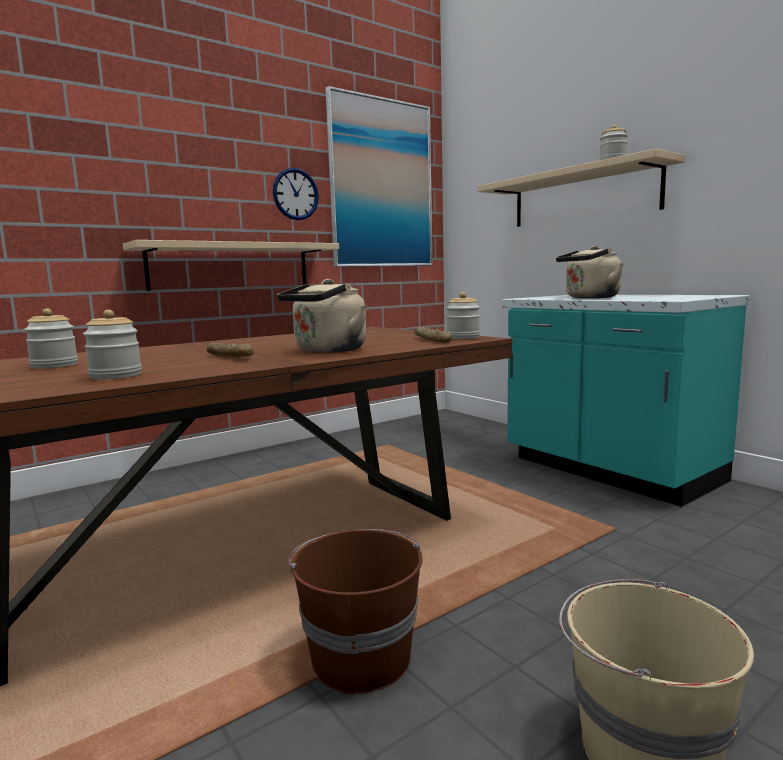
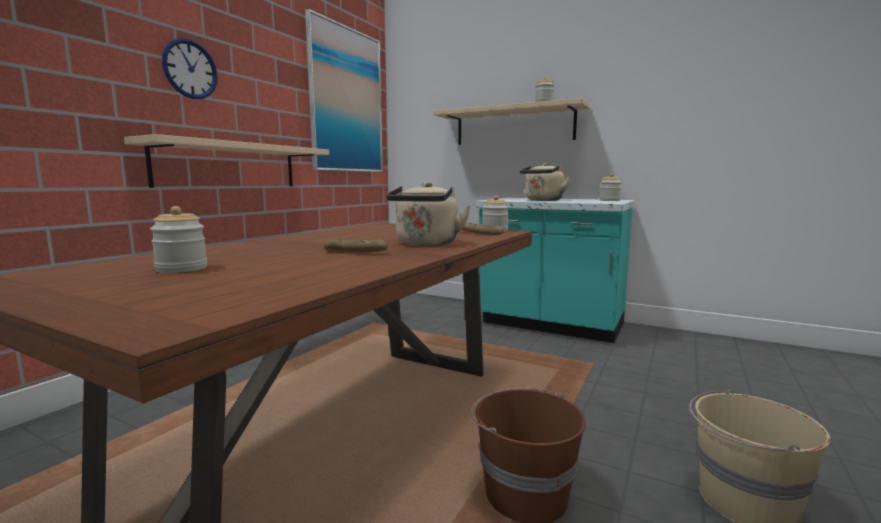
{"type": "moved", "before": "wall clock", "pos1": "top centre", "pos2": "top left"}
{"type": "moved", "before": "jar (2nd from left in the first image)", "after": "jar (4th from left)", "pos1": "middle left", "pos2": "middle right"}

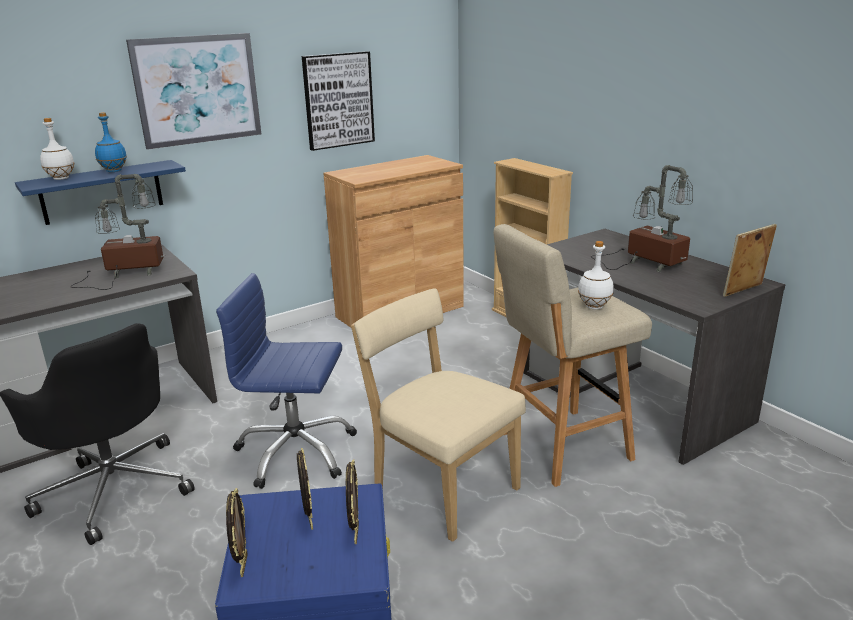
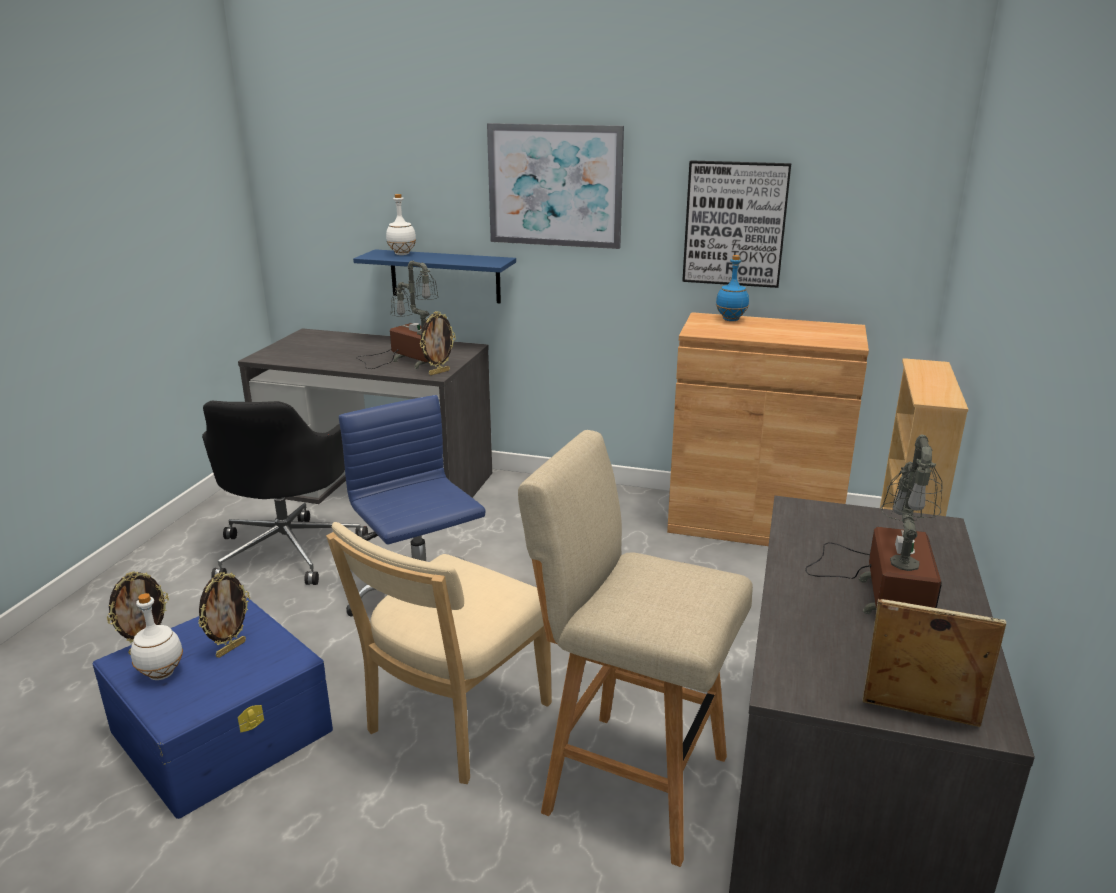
{"type": "moved", "before": "white bottle (2nd from left in the first image)", "after": "white bottle (1st from left)", "pos1": "middle right", "pos2": "bottom left"}
{"type": "turned", "before": "beige chair", "pos1": "bottom centre", "pos2": "bottom centre", "turn": -150}
{"type": "moved", "before": "picture frame (3rd from left)", "pos1": "bottom centre", "pos2": "centre"}
{"type": "moved", "before": "blue bottle", "pos1": "top left", "pos2": "top centre"}

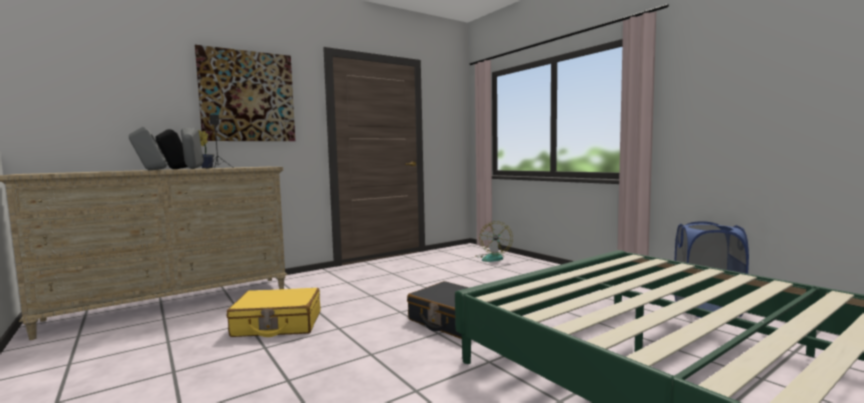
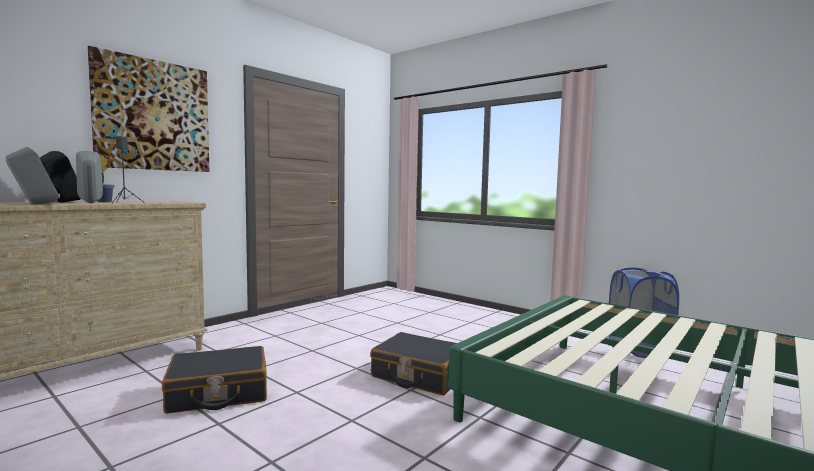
{"type": "recoloured", "before": "yellow suitcase", "after": "black suitcase (1st from left)", "pos1": "bottom left", "pos2": "bottom left"}
{"type": "removed", "before": "fan", "pos1": "centre"}

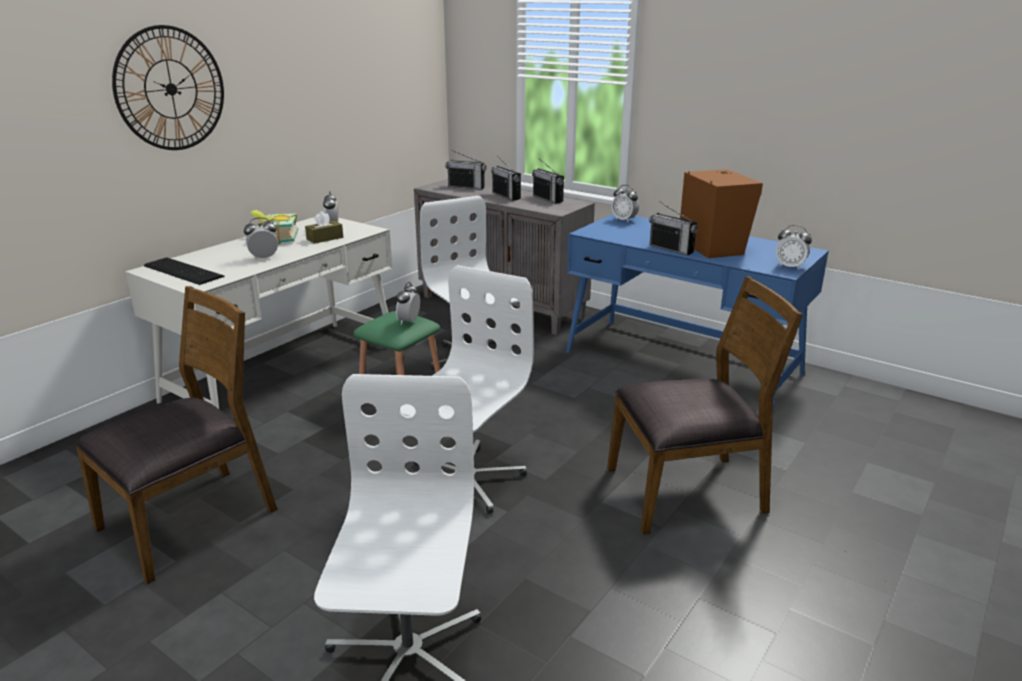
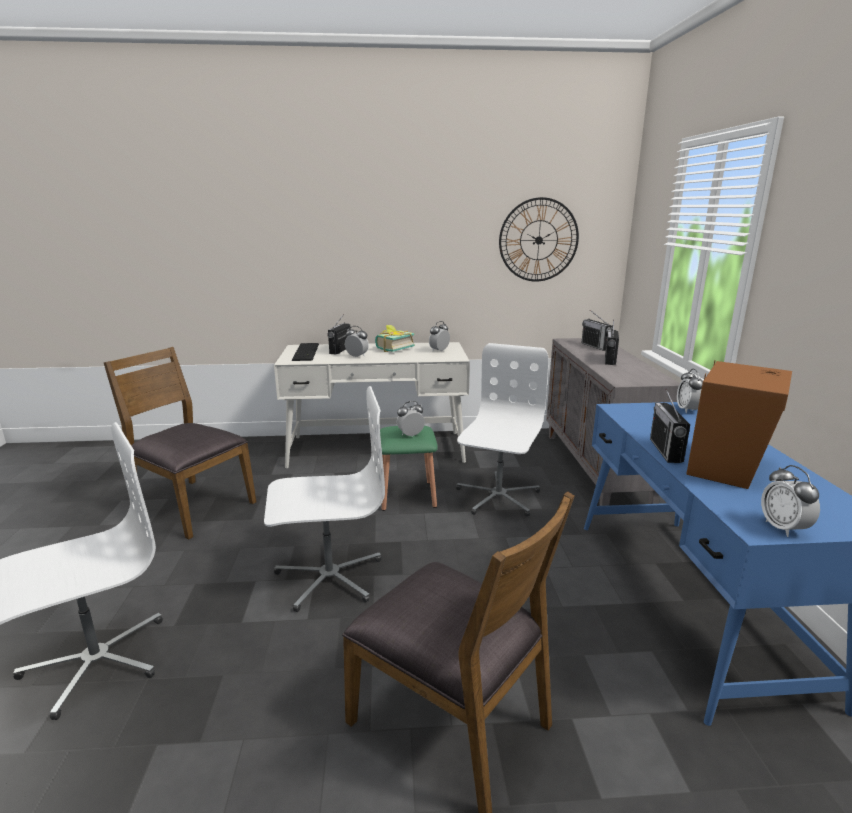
{"type": "turned", "before": "brown chair (1st from left)", "pos1": "middle left", "pos2": "middle left", "turn": -150}
{"type": "moved", "before": "radio (3rd from left in the first image)", "after": "radio (1st from left)", "pos1": "top centre", "pos2": "centre"}
{"type": "moved", "before": "wall clock", "pos1": "top left", "pos2": "top centre"}
{"type": "removed", "before": "brown tissue box", "pos1": "middle left"}

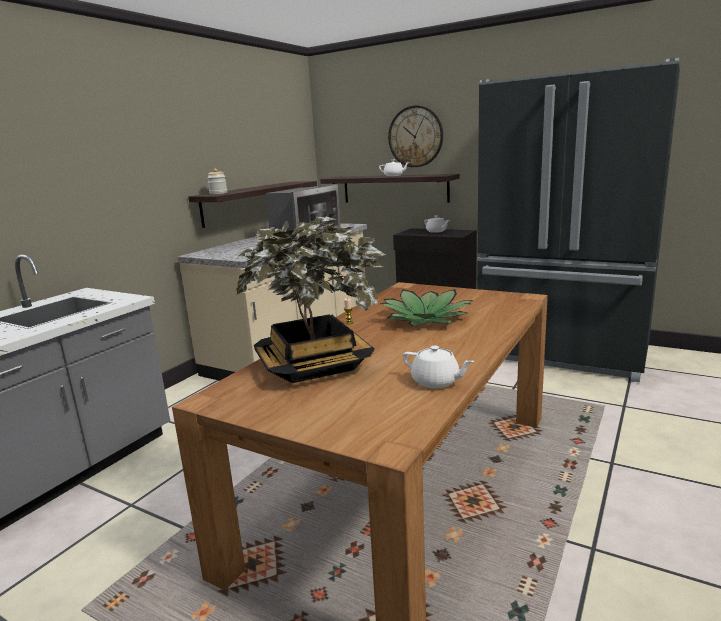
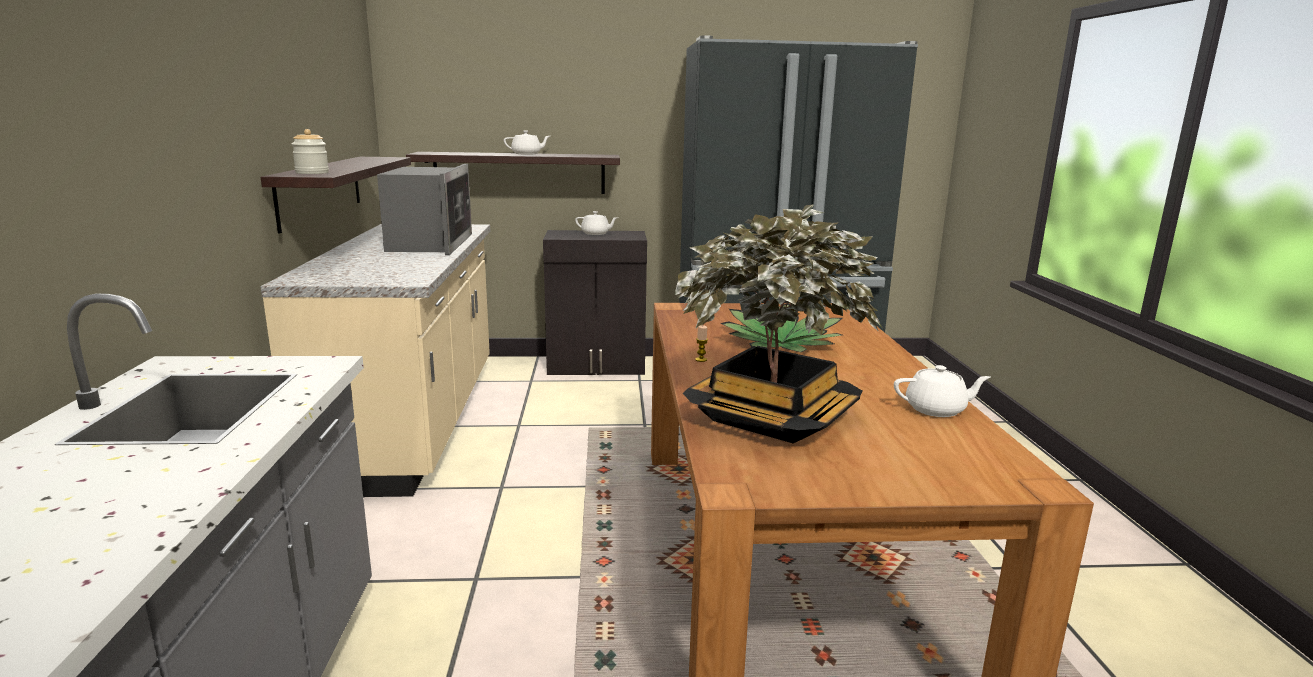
{"type": "removed", "before": "wall clock", "pos1": "top centre"}

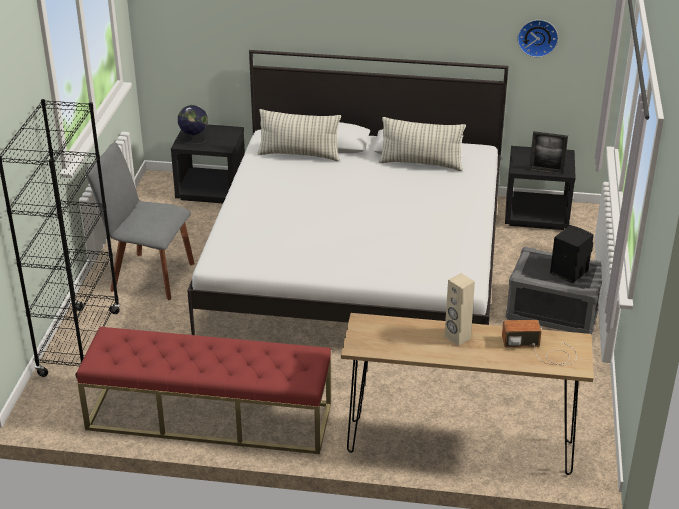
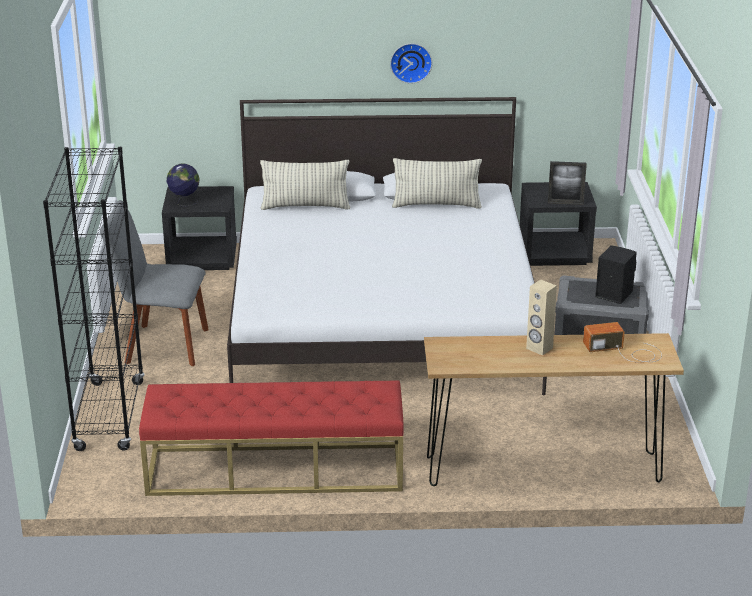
{"type": "moved", "before": "wall clock", "pos1": "top right", "pos2": "top centre"}

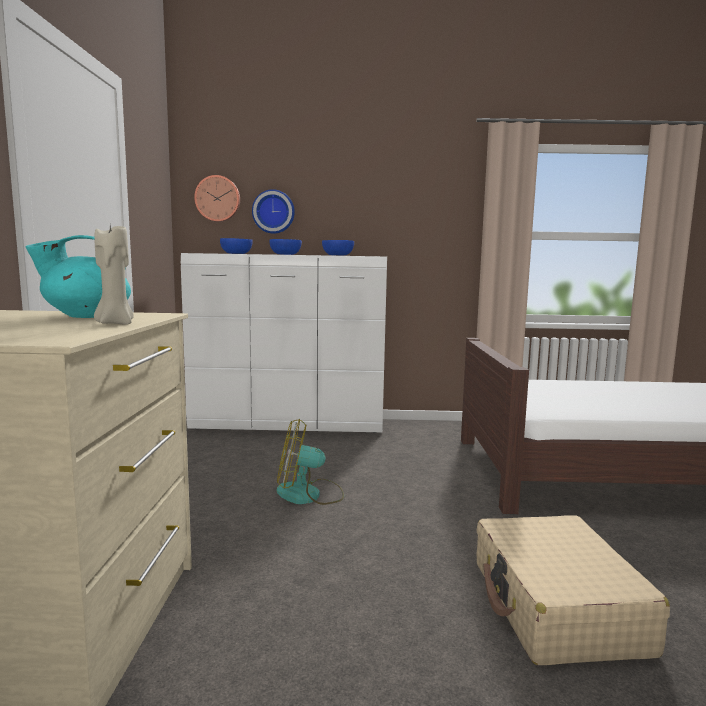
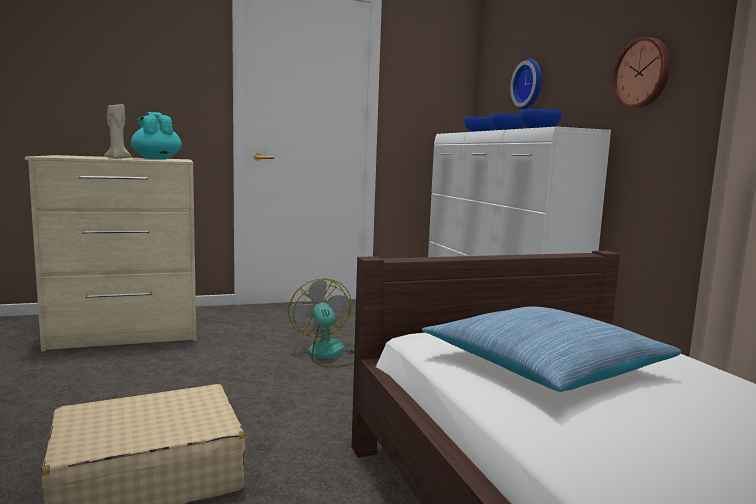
{"type": "added", "after": "pillow", "pos2": "bottom right"}
{"type": "moved", "before": "wall clock (1st from left in the first image)", "after": "wall clock (2nd from left)", "pos1": "top left", "pos2": "top right"}

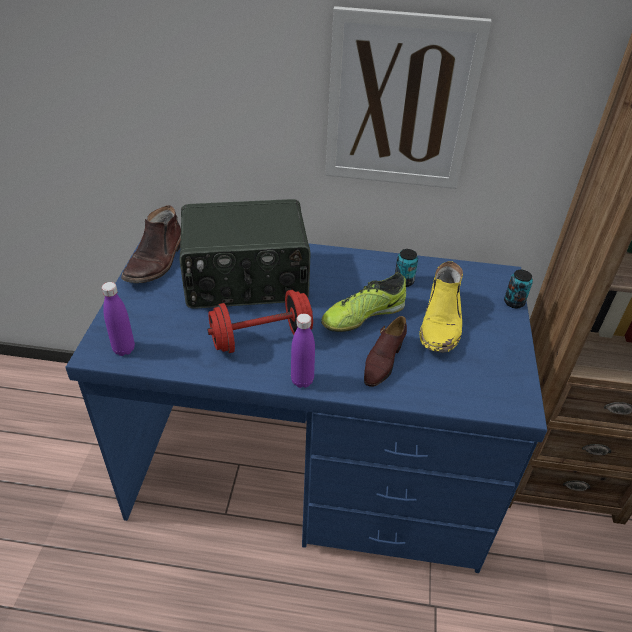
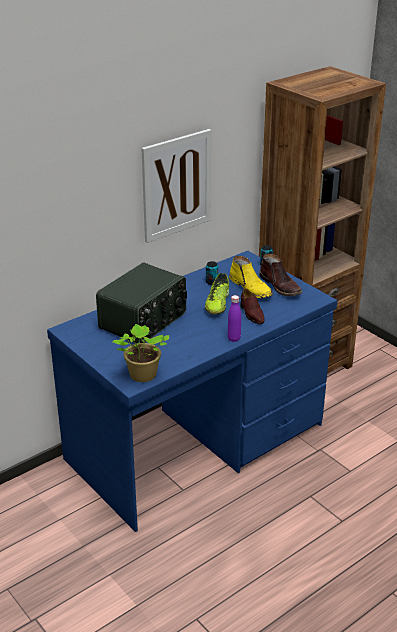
{"type": "replaced", "before": "purple bottle (1st from left)", "after": "potted plant", "pos1": "middle left", "pos2": "centre"}
{"type": "moved", "before": "brown boot", "pos1": "middle left", "pos2": "middle right"}
{"type": "removed", "before": "red dumbbell", "pos1": "centre"}

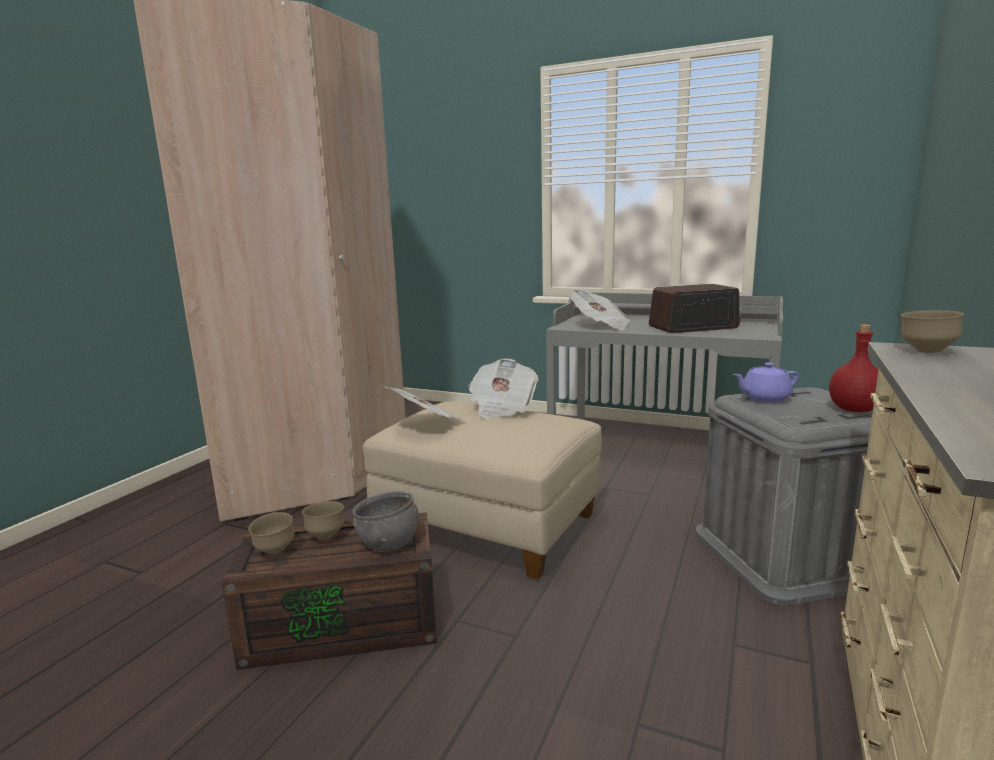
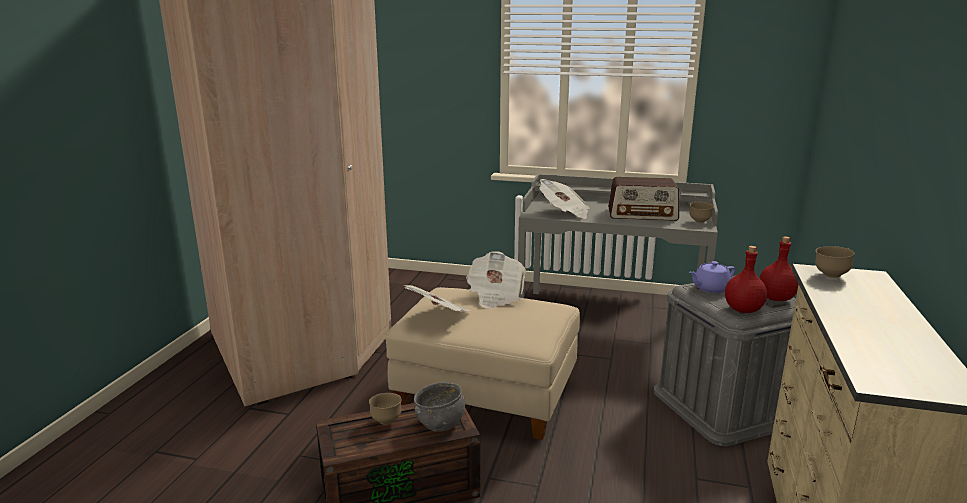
{"type": "turned", "before": "radio", "pos1": "middle right", "pos2": "centre", "turn": -150}
{"type": "moved", "before": "brown bowl (1st from left in the first image)", "after": "brown bowl (2nd from left)", "pos1": "bottom left", "pos2": "middle right"}
{"type": "added", "after": "red bottle (1st from left)", "pos2": "middle right"}

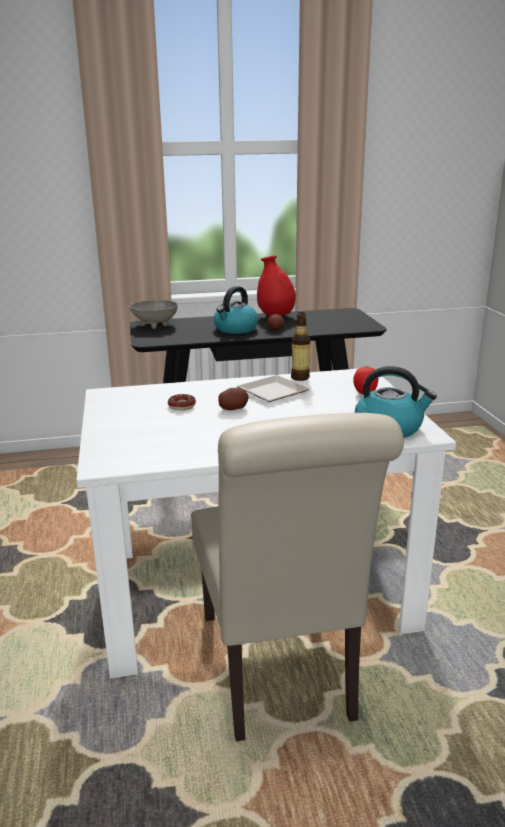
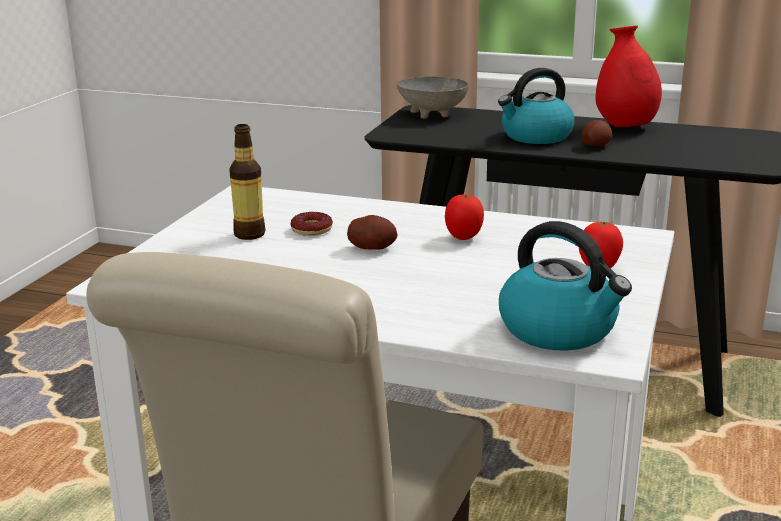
{"type": "moved", "before": "bottle", "pos1": "centre", "pos2": "middle left"}
{"type": "replaced", "before": "plate", "after": "tomato (1st from left)", "pos1": "centre", "pos2": "centre"}

